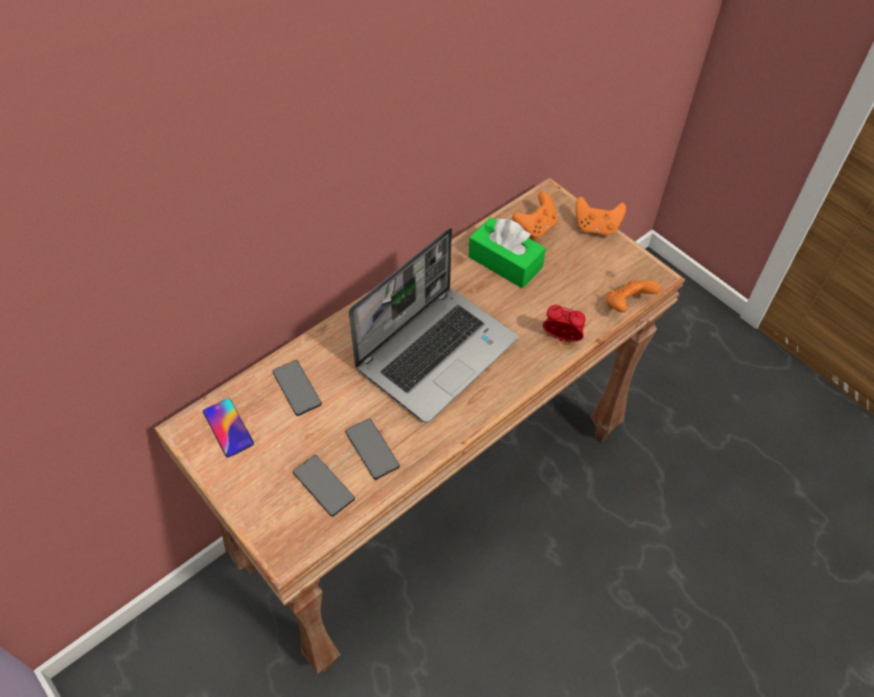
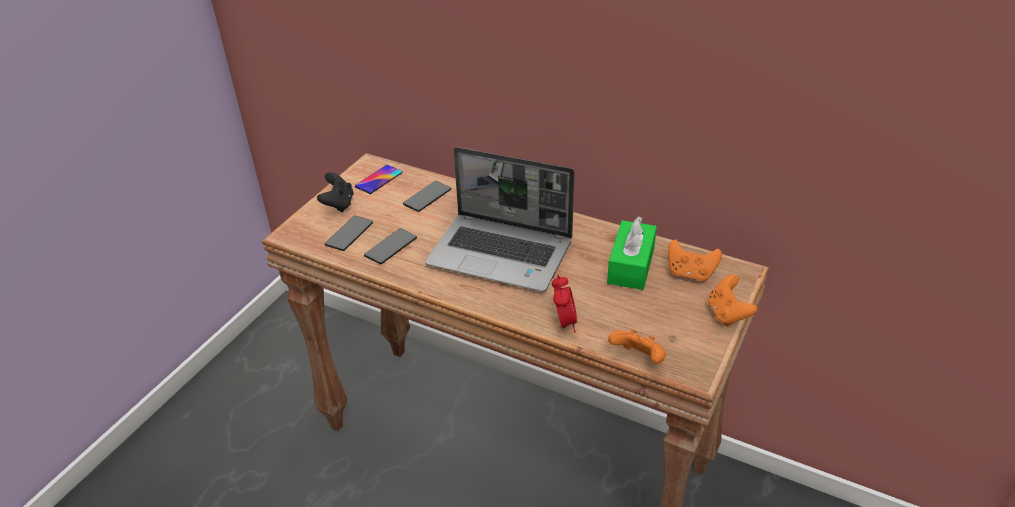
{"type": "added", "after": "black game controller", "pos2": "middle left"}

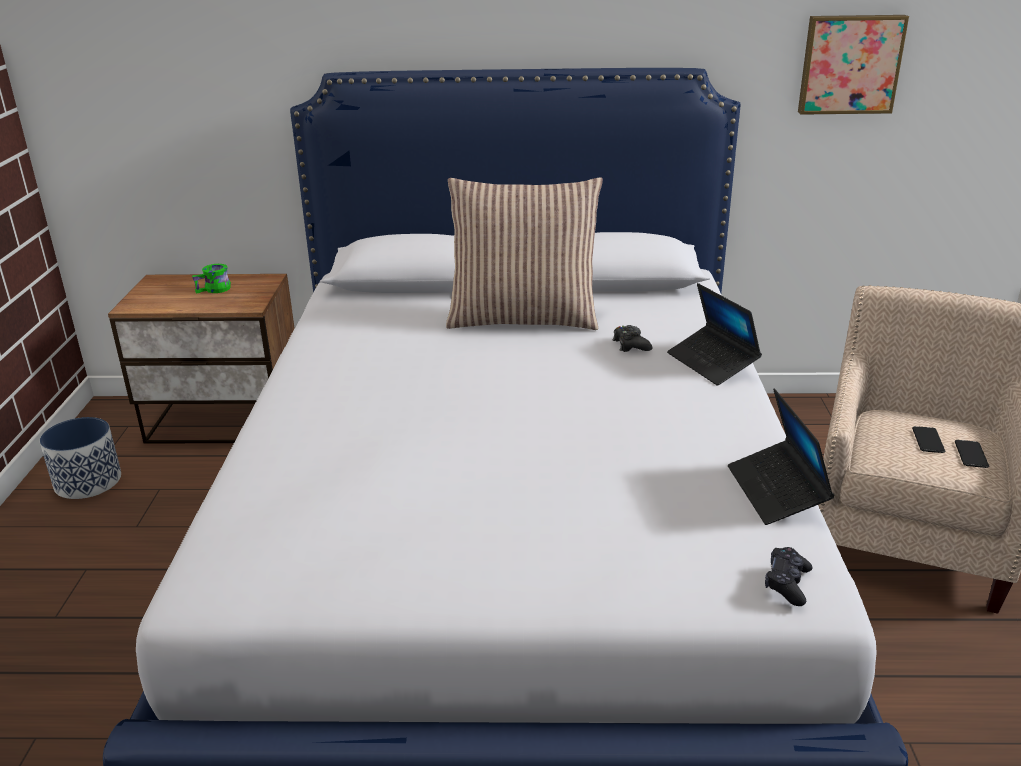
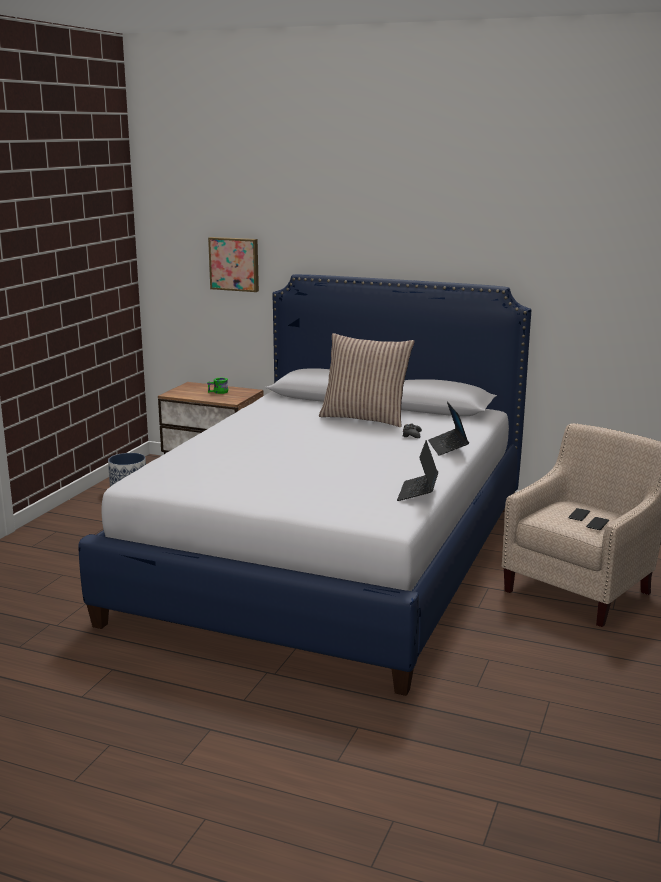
{"type": "moved", "before": "picture", "pos1": "top right", "pos2": "top centre"}
{"type": "removed", "before": "black game controller (2nd from left)", "pos1": "bottom right"}

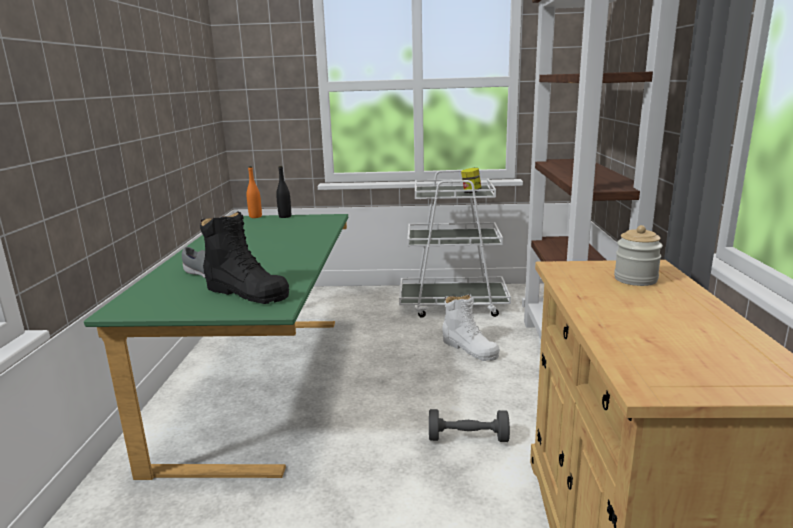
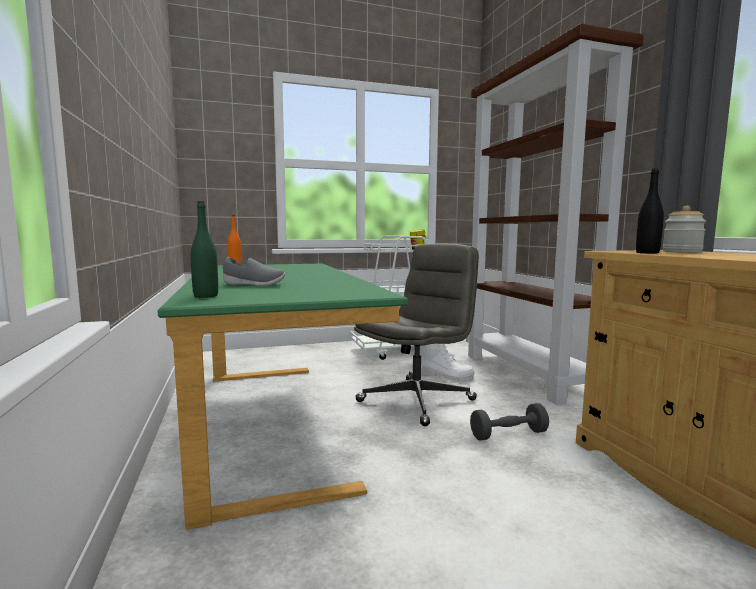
{"type": "added", "after": "green bottle", "pos2": "middle left"}
{"type": "added", "after": "grey office chair", "pos2": "centre"}
{"type": "moved", "before": "black bottle", "pos1": "centre", "pos2": "middle right"}
{"type": "removed", "before": "black boot", "pos1": "middle left"}

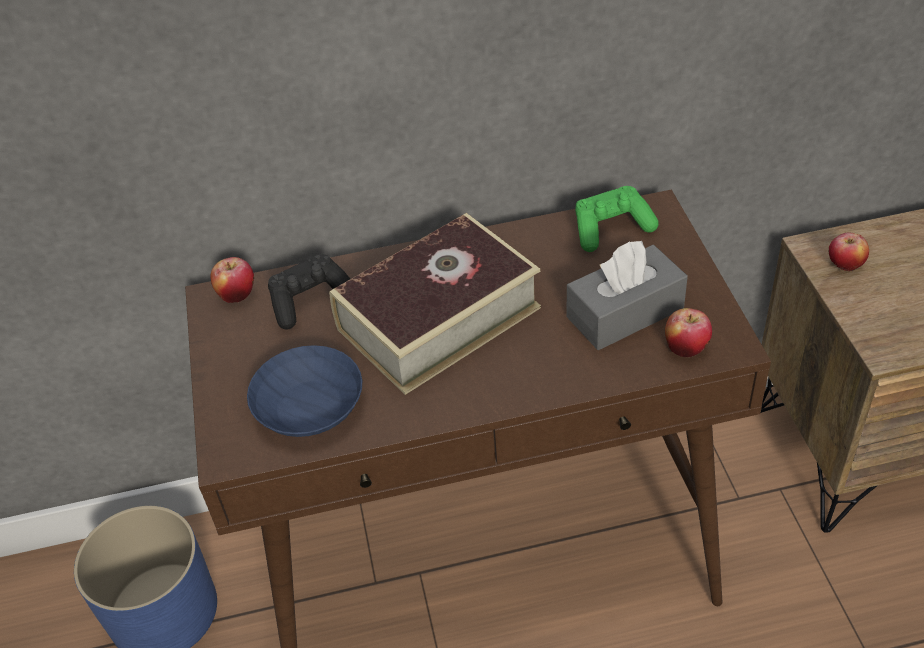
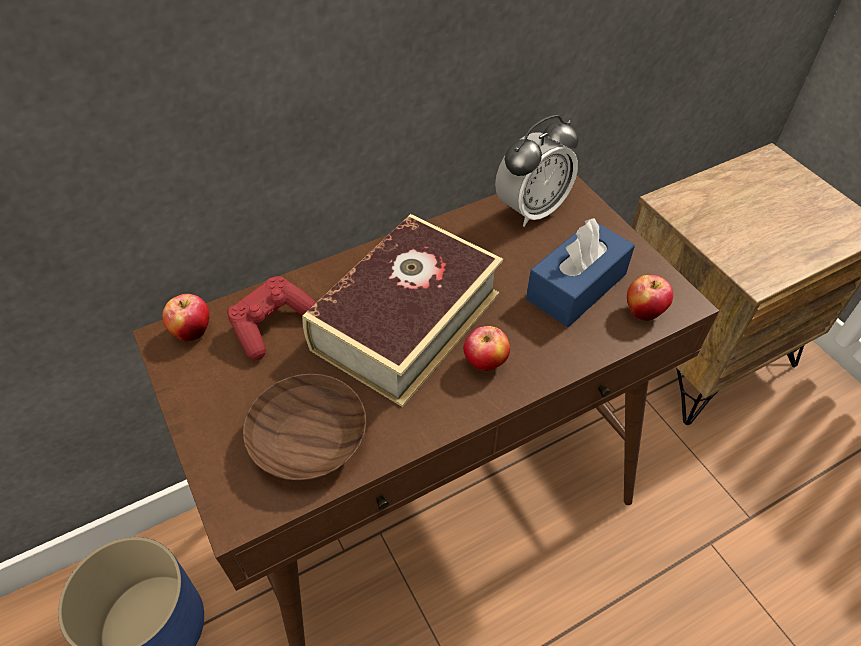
{"type": "recoloured", "before": "black game controller", "after": "red game controller", "pos1": "centre", "pos2": "middle left"}
{"type": "recoloured", "before": "blue bowl", "after": "brown bowl", "pos1": "middle left", "pos2": "centre"}
{"type": "moved", "before": "apple (3rd from left in the first image)", "after": "apple (2nd from left)", "pos1": "middle right", "pos2": "centre"}
{"type": "replaced", "before": "green game controller", "after": "alarm clock", "pos1": "middle right", "pos2": "top centre"}
{"type": "recoloured", "before": "grey tissue box", "after": "blue tissue box", "pos1": "middle right", "pos2": "middle right"}

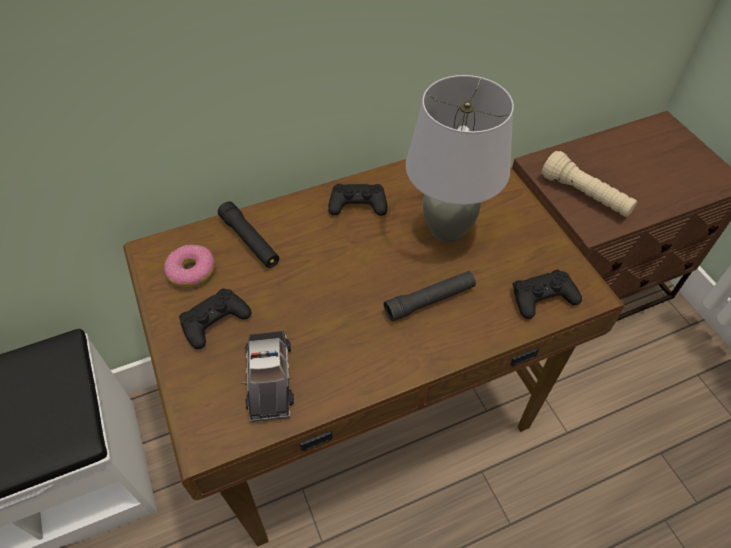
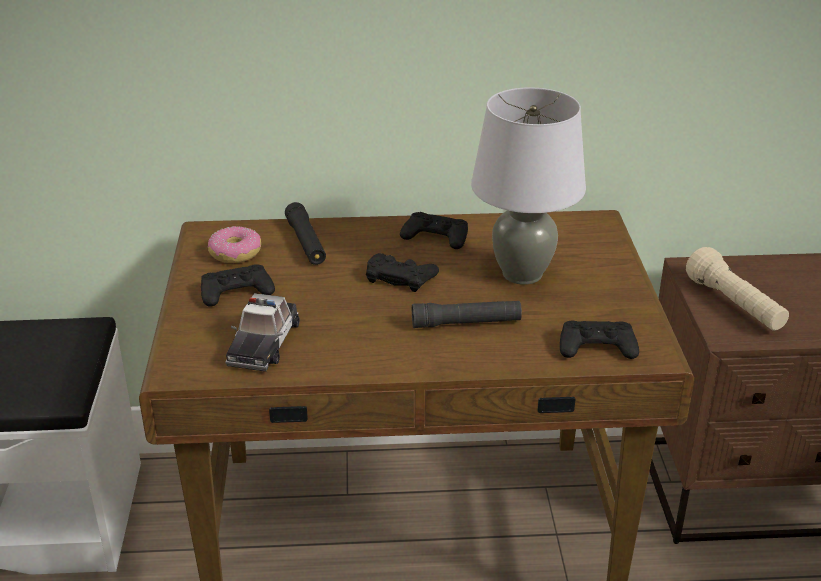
{"type": "added", "after": "black game controller (2nd from left)", "pos2": "centre"}

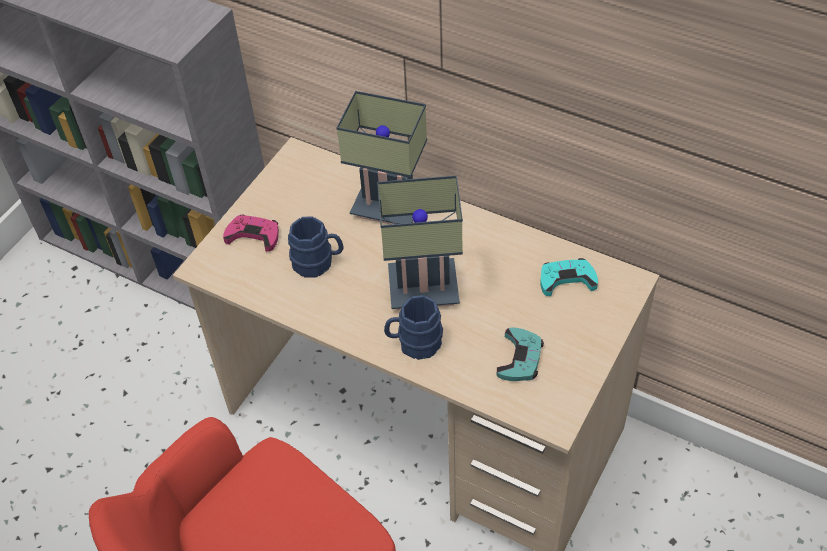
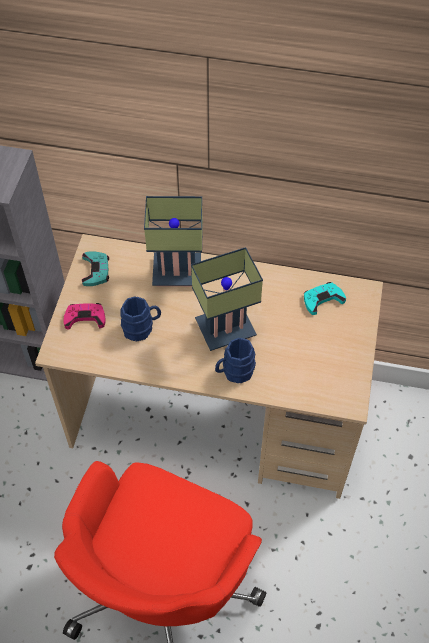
{"type": "moved", "before": "turquoise game controller (1st from left)", "pos1": "centre", "pos2": "middle left"}

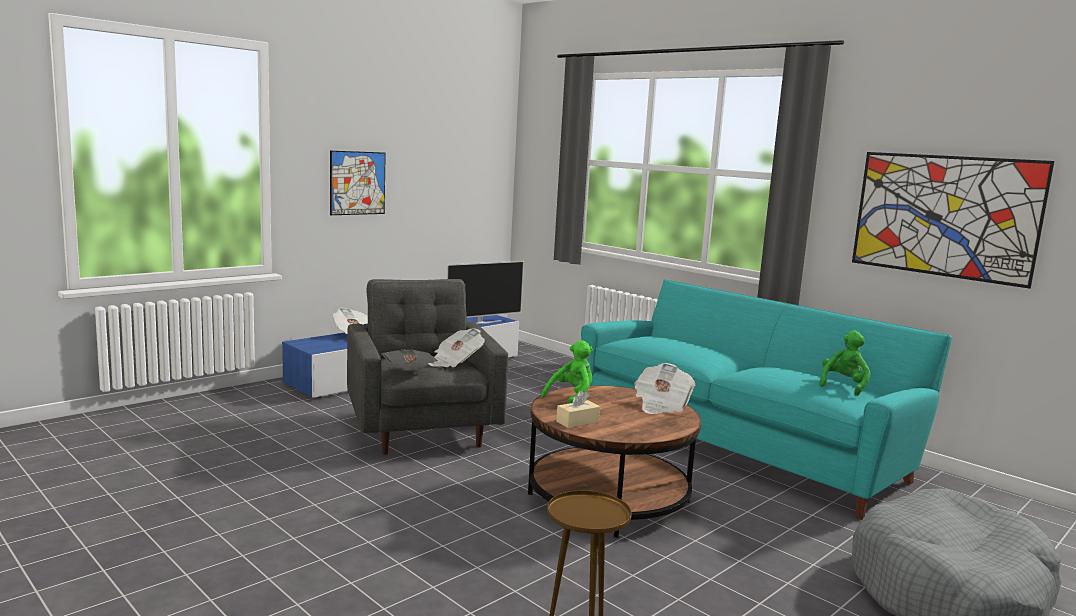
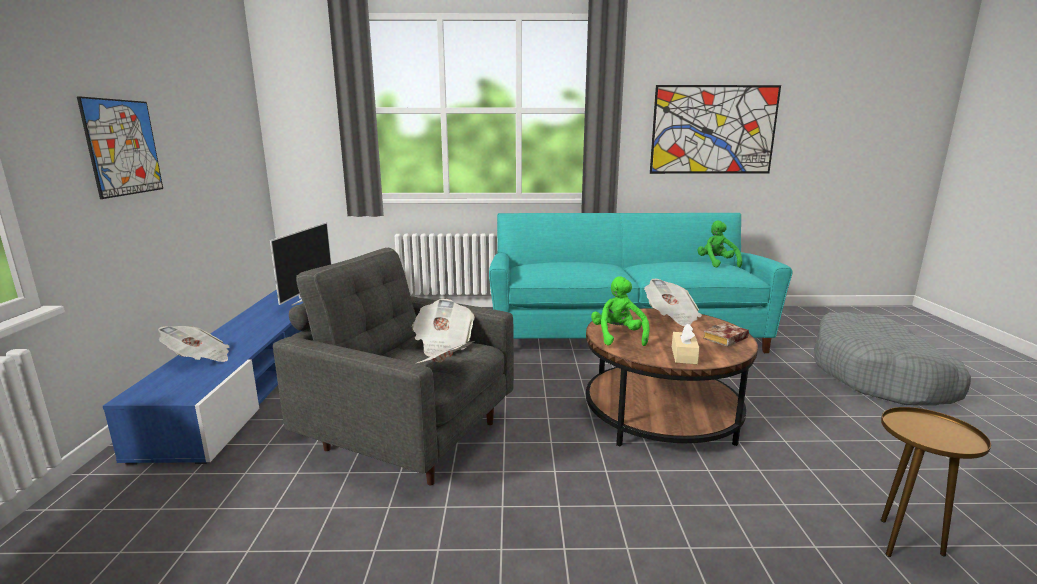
{"type": "added", "after": "book", "pos2": "middle right"}

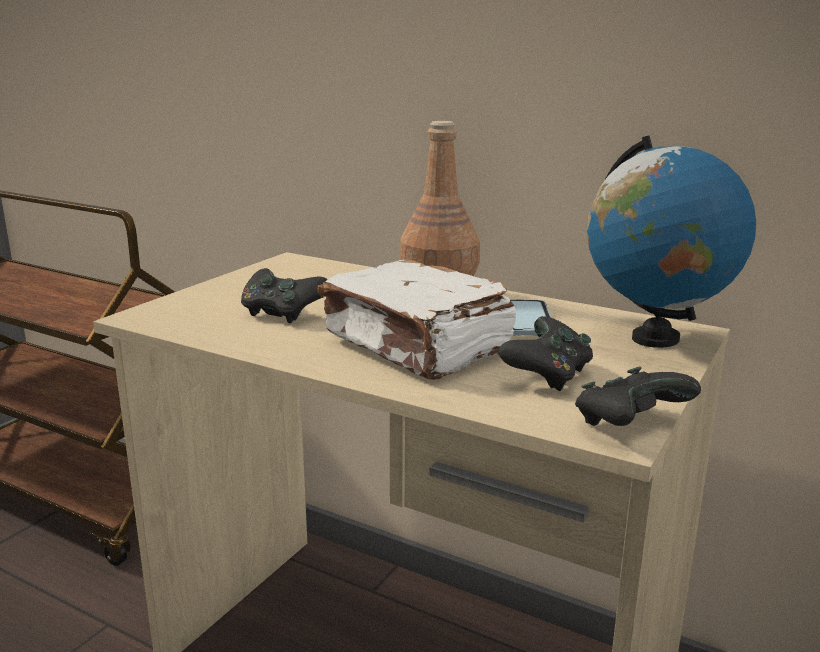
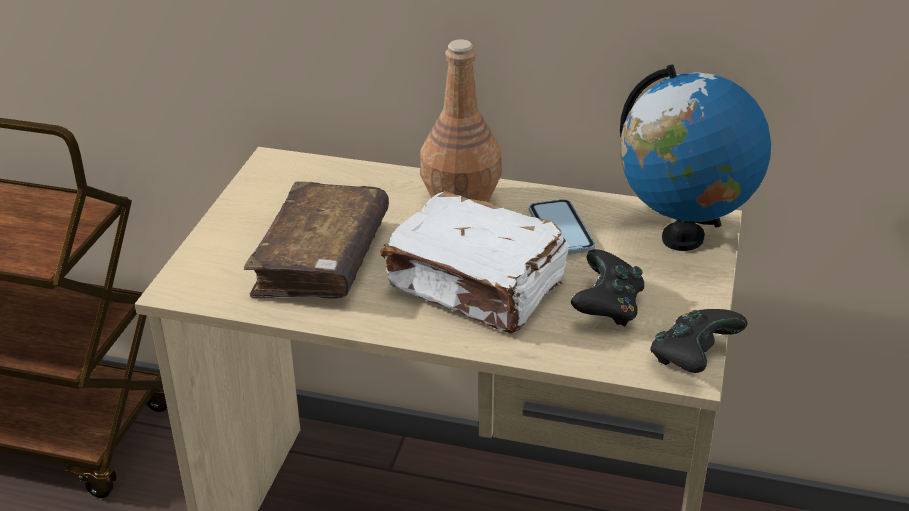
{"type": "replaced", "before": "black game controller (1st from left)", "after": "brown book", "pos1": "centre", "pos2": "centre"}

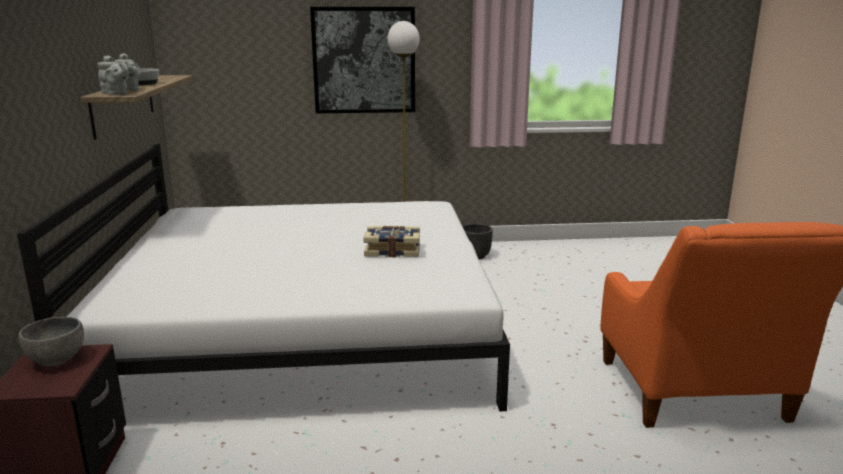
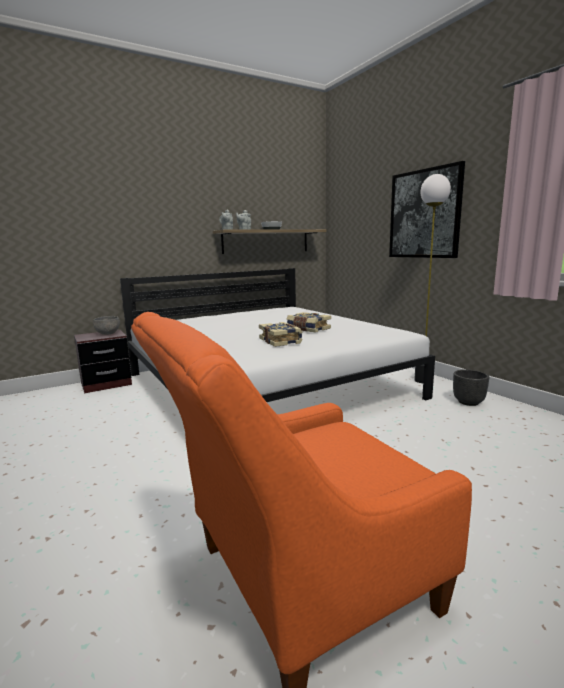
{"type": "added", "after": "book (2nd from left)", "pos2": "centre"}

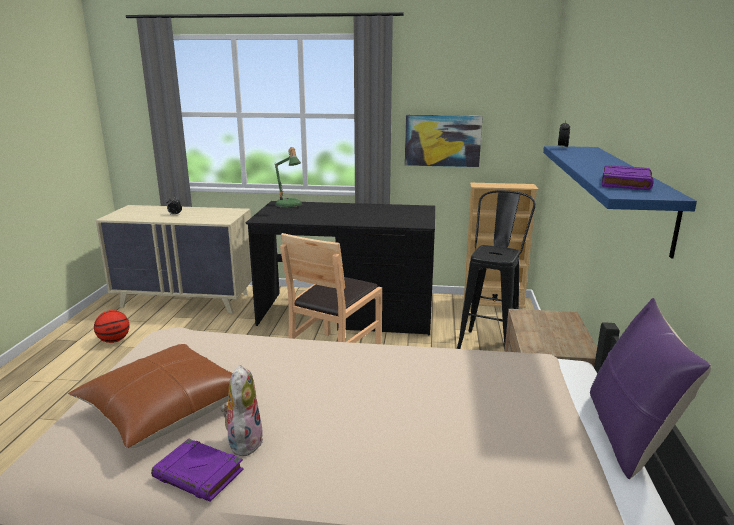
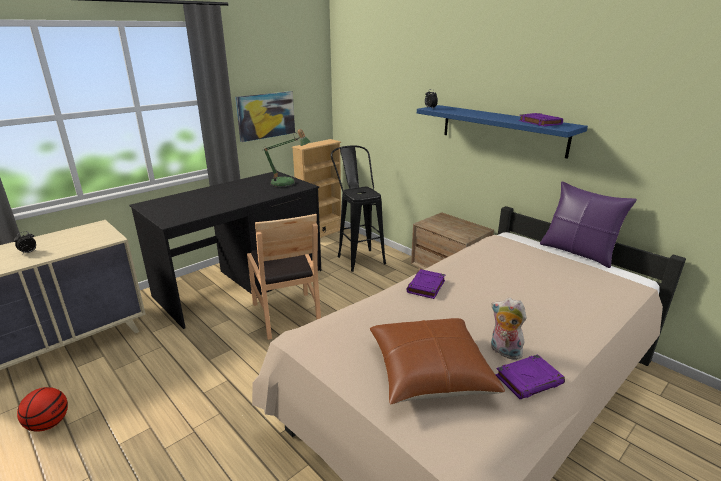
{"type": "moved", "before": "table lamp", "pos1": "centre", "pos2": "top centre"}
{"type": "added", "after": "purple book (1st from left)", "pos2": "centre"}

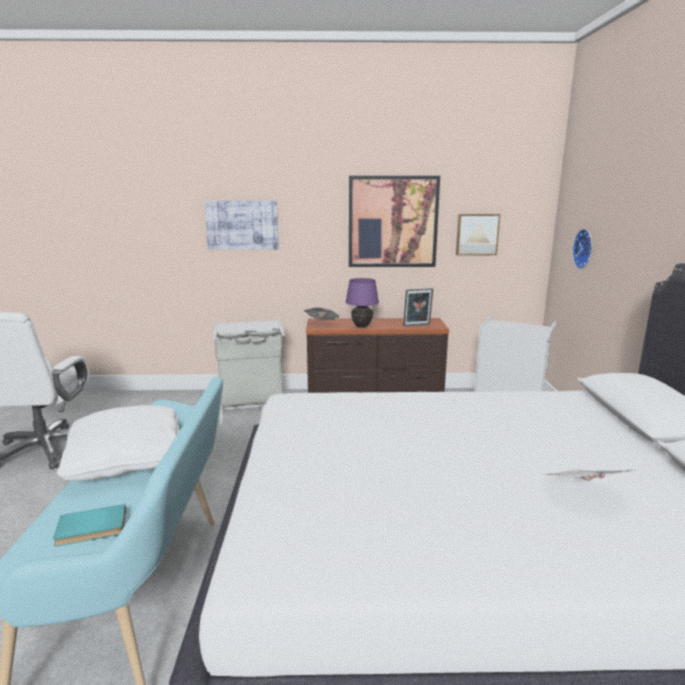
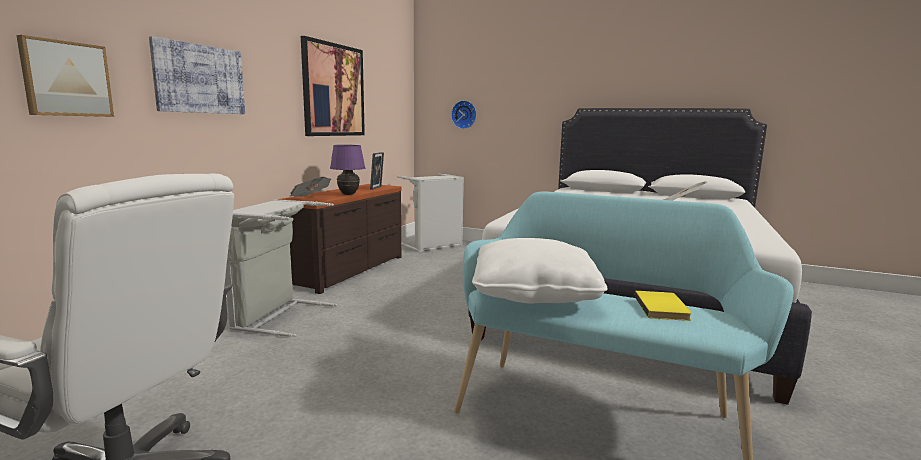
{"type": "moved", "before": "picture (3rd from left in the first image)", "after": "picture (1st from left)", "pos1": "middle right", "pos2": "top left"}
{"type": "recoloured", "before": "turquoise book", "after": "yellow book", "pos1": "bottom left", "pos2": "middle right"}

